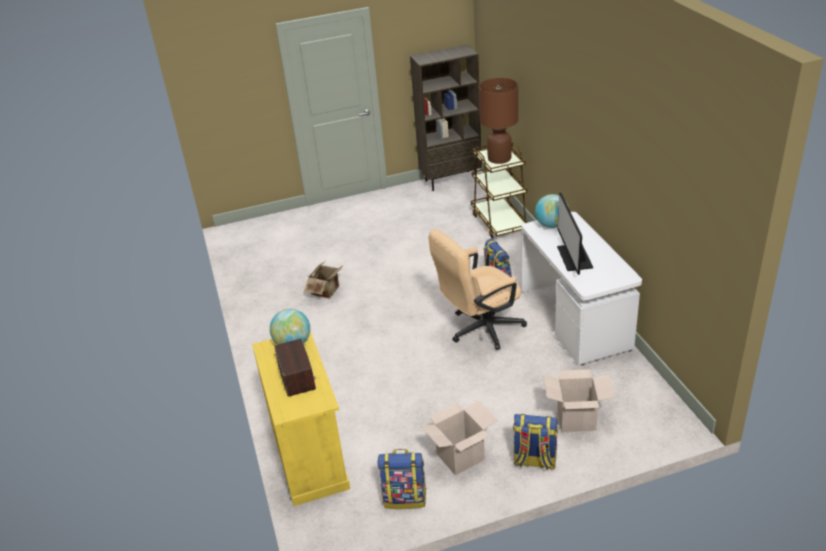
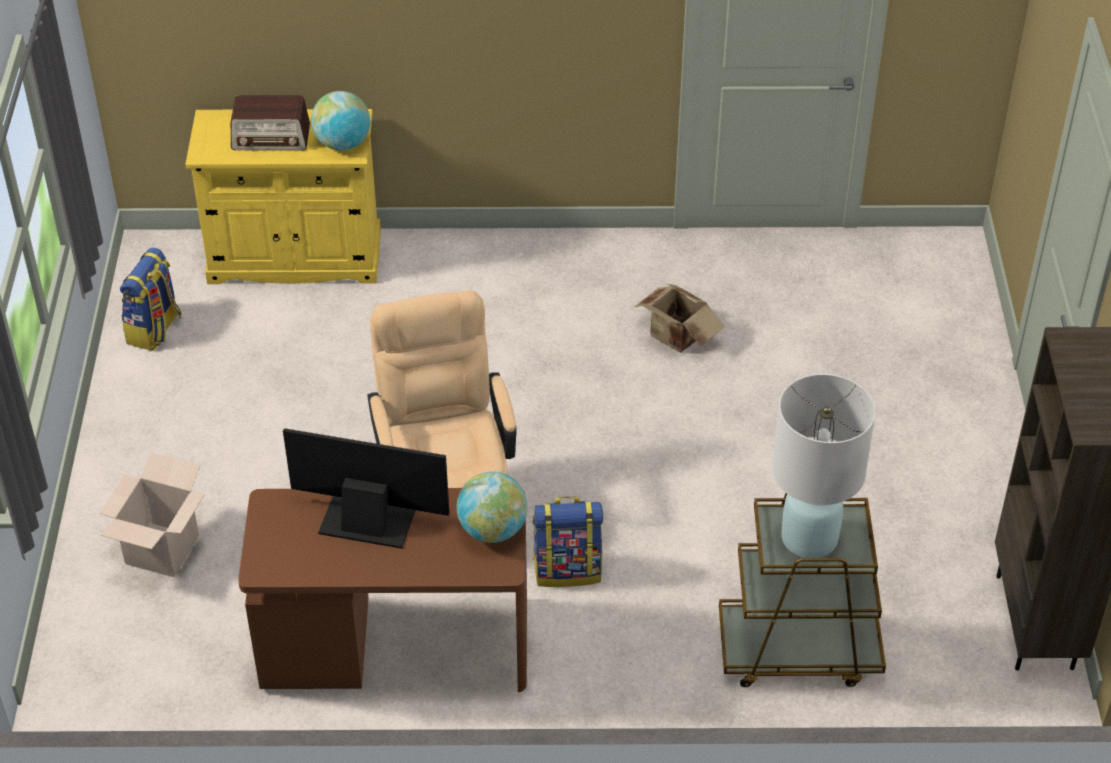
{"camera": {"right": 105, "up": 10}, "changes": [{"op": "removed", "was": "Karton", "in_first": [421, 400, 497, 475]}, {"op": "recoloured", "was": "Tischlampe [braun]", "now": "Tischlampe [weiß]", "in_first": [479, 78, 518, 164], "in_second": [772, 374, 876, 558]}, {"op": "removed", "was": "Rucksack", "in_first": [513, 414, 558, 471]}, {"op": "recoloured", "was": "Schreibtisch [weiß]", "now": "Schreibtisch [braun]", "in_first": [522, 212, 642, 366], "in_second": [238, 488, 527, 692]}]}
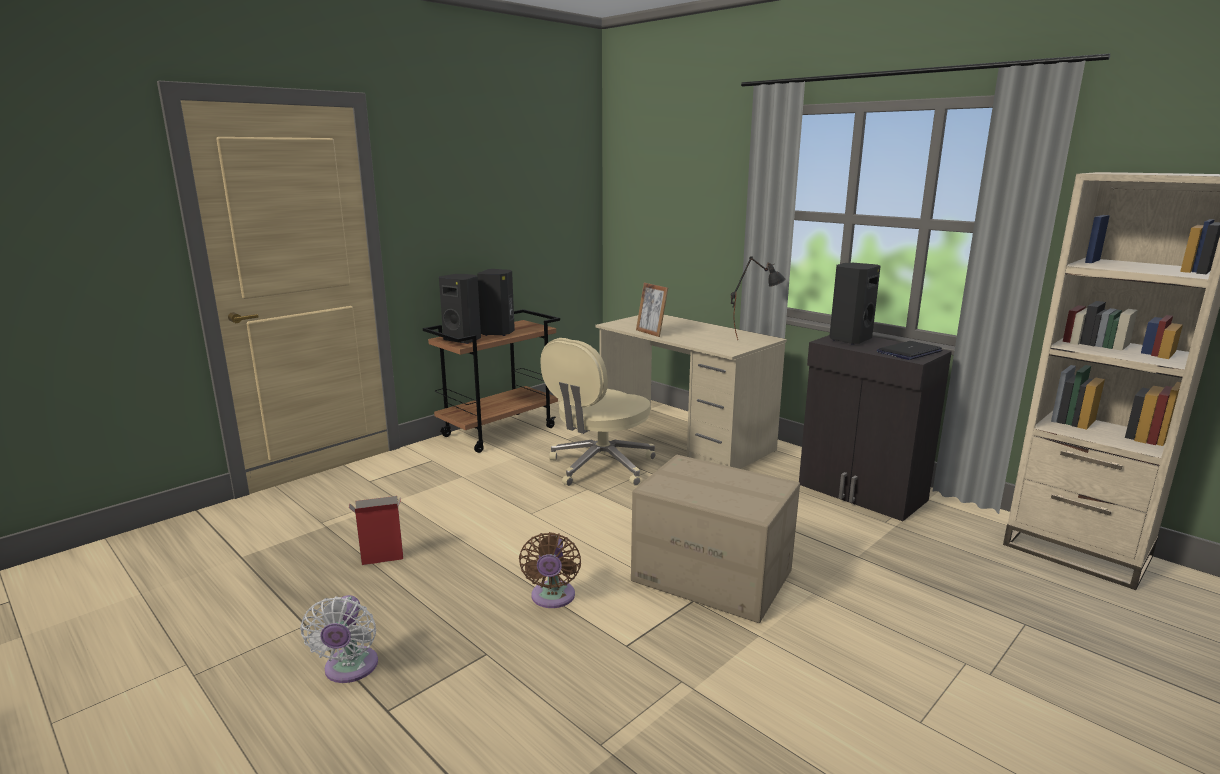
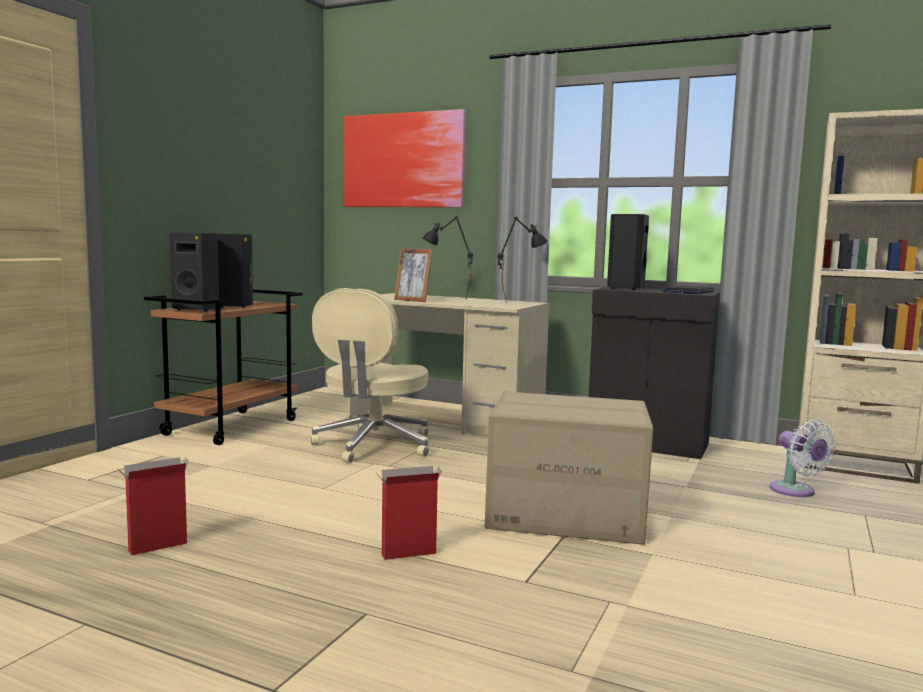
{"camera": {"right": -20, "up": -10}, "changes": [{"op": "moved", "was": "Ventilator [weiß]", "in_first": [300, 595, 378, 683], "in_second": [770, 419, 835, 497]}, {"op": "replaced", "was": "Ventilator [braun]", "now": "Karton", "in_first": [519, 532, 581, 608], "in_second": [376, 466, 442, 560]}, {"op": "added", "now": "Bild", "in_second": [343, 109, 466, 207]}, {"op": "added", "now": "Tischlampe [schwarz]", "in_second": [422, 216, 473, 300]}]}
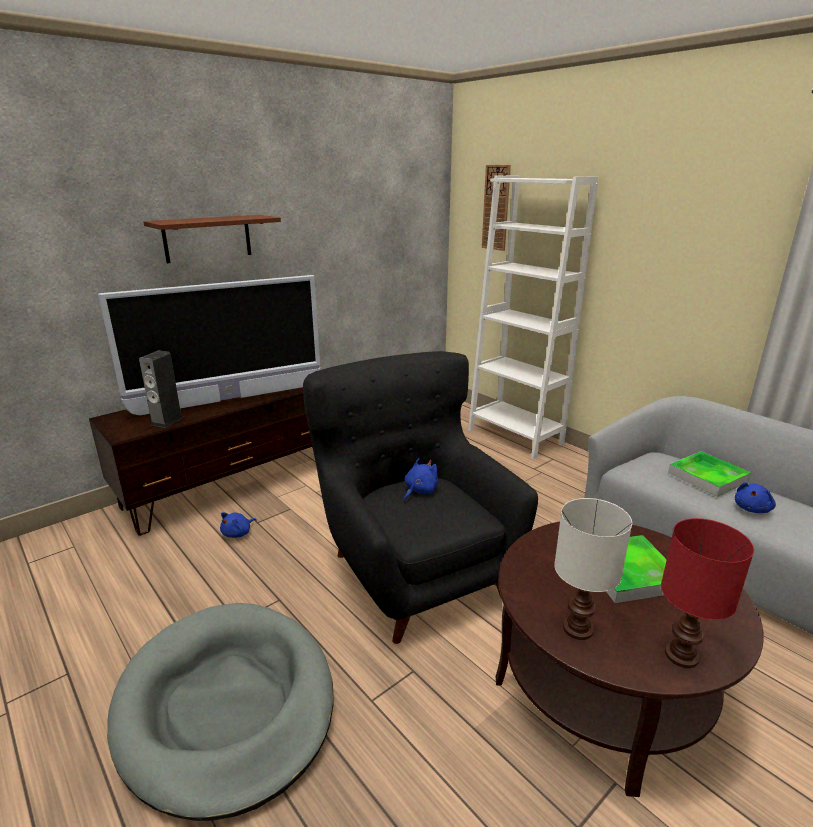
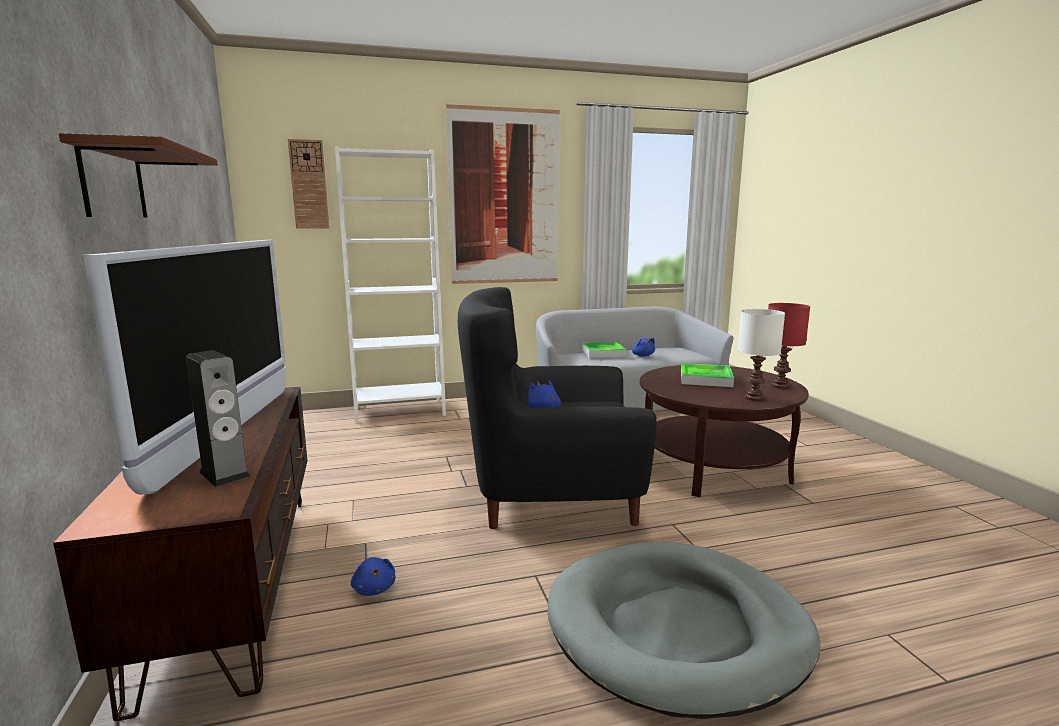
{"camera": {"right": -65, "up": -10}, "changes": [{"op": "added", "now": "Bild", "in_second": [446, 104, 560, 284]}]}
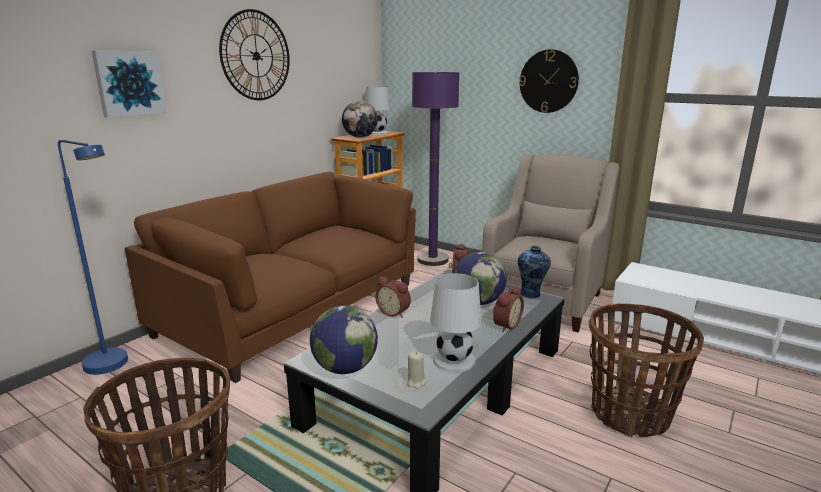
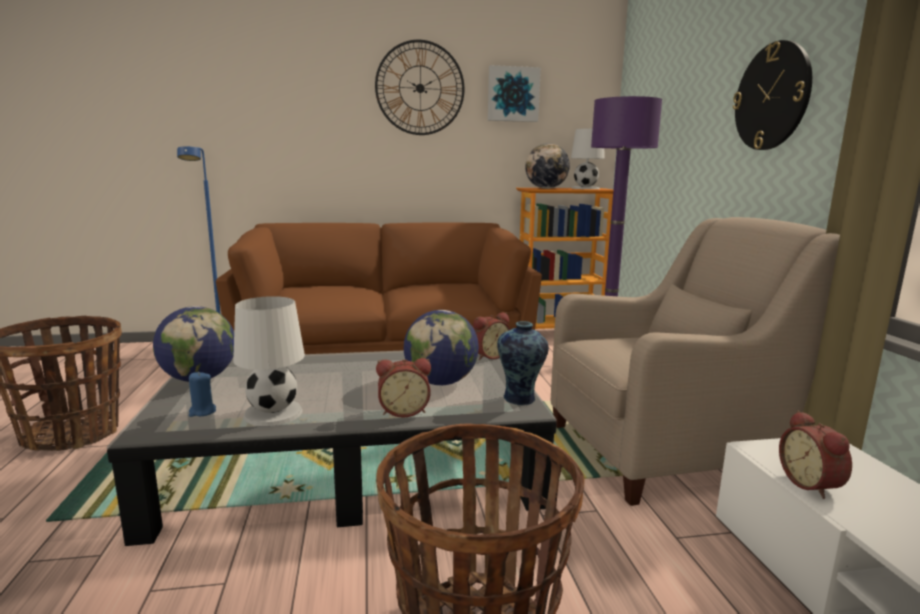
{"camera": {"right": 45, "up": -5}, "changes": [{"op": "moved", "was": "Bild", "in_first": [92, 50, 167, 118], "in_second": [488, 65, 541, 122]}, {"op": "moved", "was": "Wecker", "in_first": [375, 276, 411, 318], "in_second": [779, 411, 852, 499]}, {"op": "recoloured", "was": "Kerze [beige]", "now": "Kerze [blau]", "in_first": [406, 352, 426, 389], "in_second": [189, 372, 216, 417]}]}
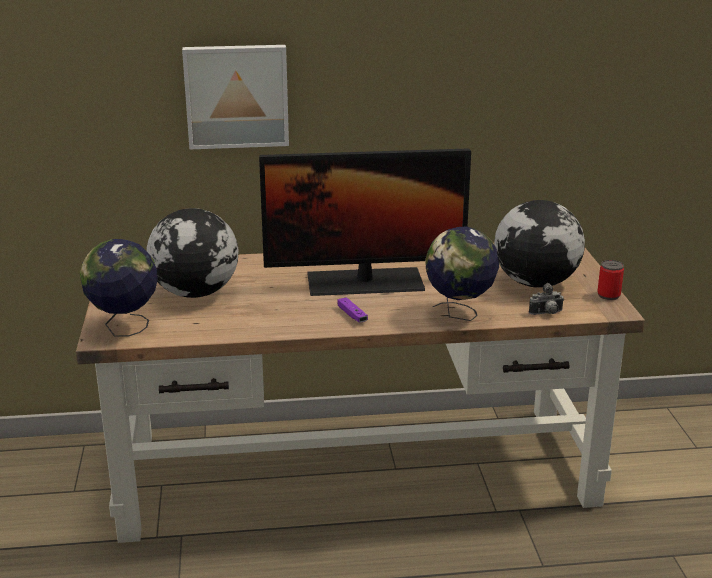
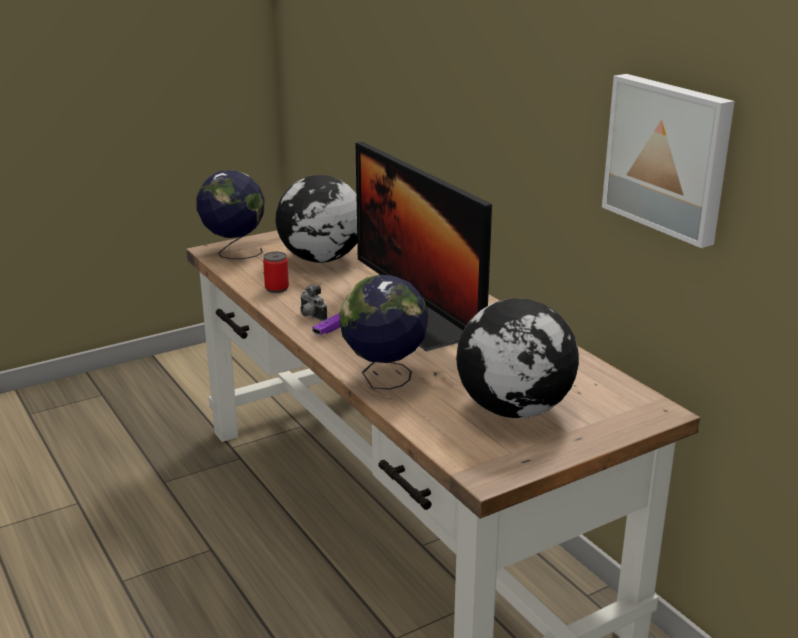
{"camera": {"right": 65, "up": 0}, "changes": [{"op": "moved", "was": "Bild", "in_first": [182, 45, 289, 150], "in_second": [602, 74, 735, 248]}, {"op": "moved", "was": "Kamera", "in_first": [529, 283, 564, 315], "in_second": [300, 284, 327, 321]}, {"op": "moved", "was": "Dose", "in_first": [597, 260, 624, 300], "in_second": [263, 252, 289, 293]}]}
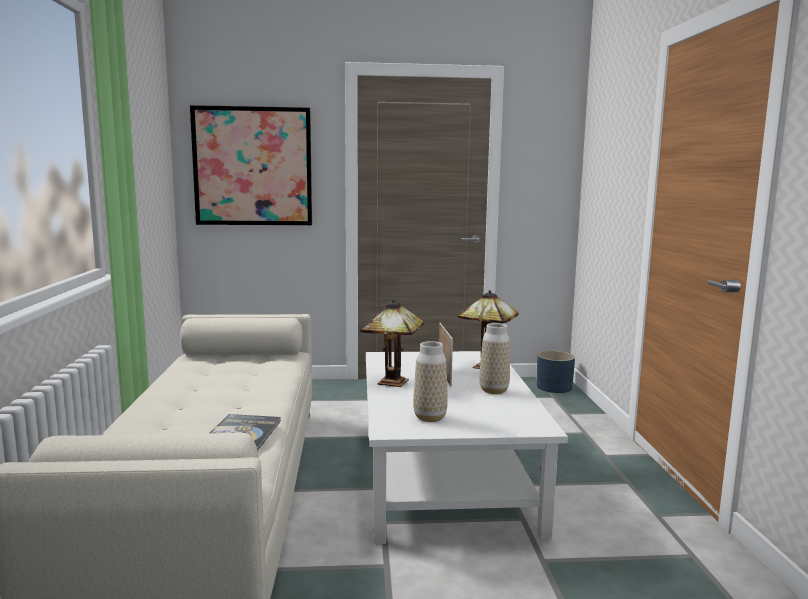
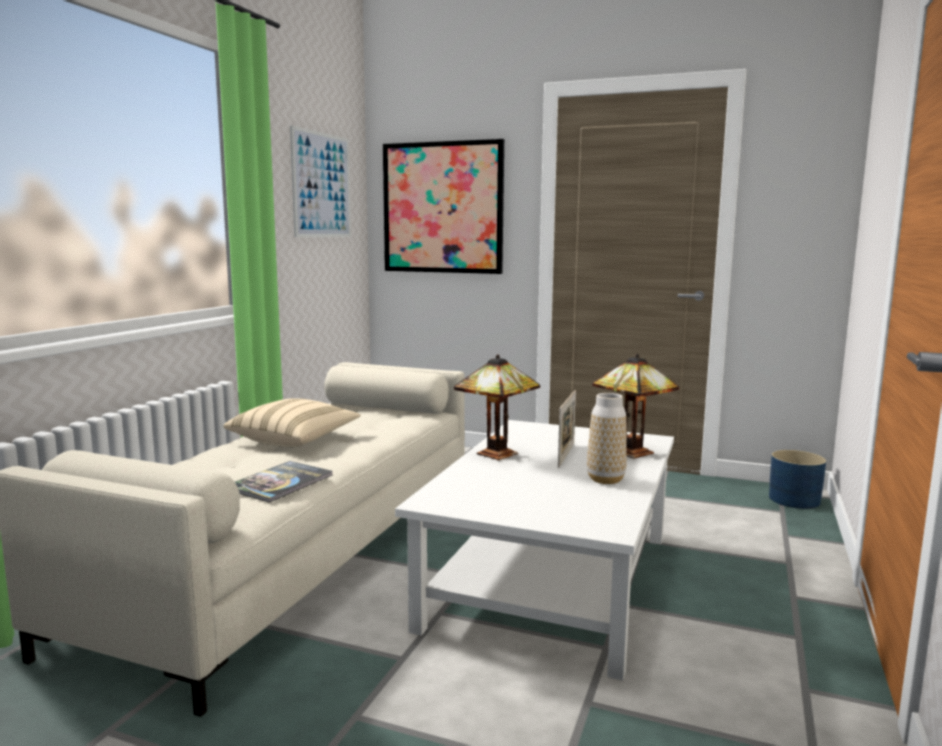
{"camera": {"right": 25, "up": 0}, "changes": [{"op": "removed", "was": "Vase", "in_first": [413, 341, 448, 422]}, {"op": "added", "now": "Kissen [beige]", "in_second": [223, 398, 361, 447]}, {"op": "added", "now": "Bild", "in_second": [290, 125, 351, 237]}]}
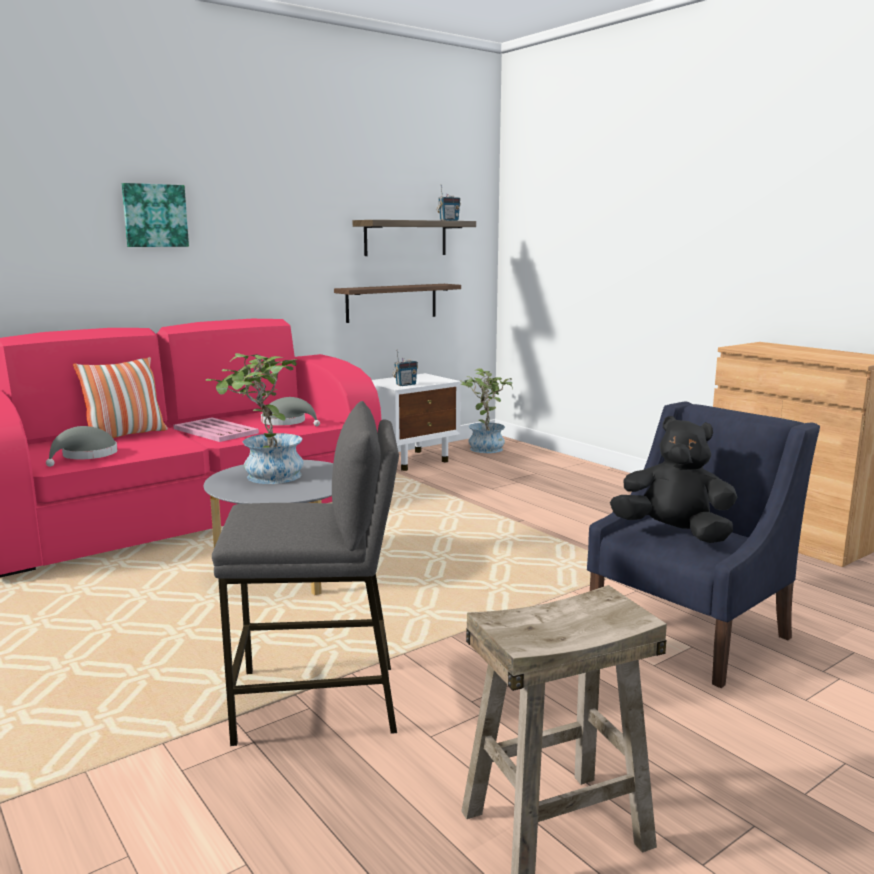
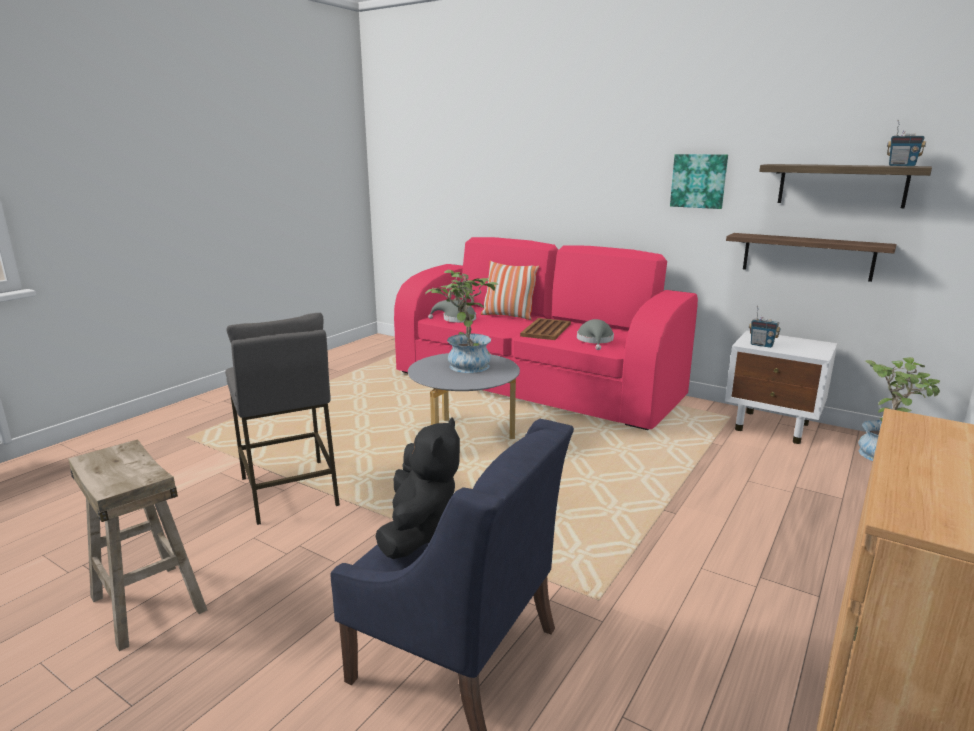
{"camera": {"right": 70, "up": 5}, "changes": [{"op": "moved", "was": "Bild", "in_first": [122, 183, 189, 247], "in_second": [670, 154, 728, 209]}, {"op": "recoloured", "was": "Tablett [rosa]", "now": "Tablett [braun]", "in_first": [173, 417, 259, 442], "in_second": [520, 318, 571, 340]}]}
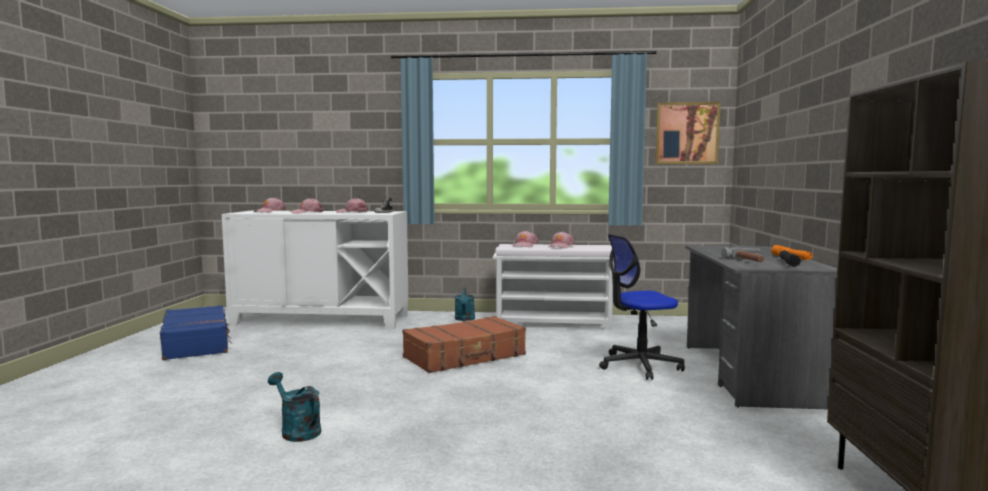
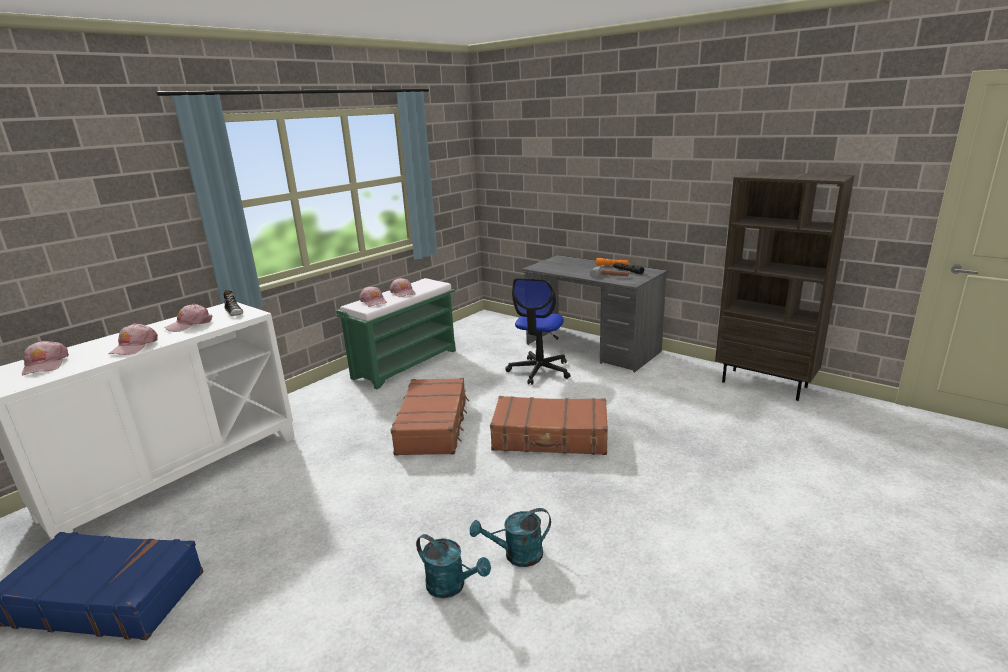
{"camera": {"right": -55, "up": 15}, "changes": [{"op": "moved", "was": "Gießkanne [türkis]", "in_first": [455, 289, 475, 321], "in_second": [416, 534, 491, 598]}, {"op": "recoloured", "was": "Bank [weiß]", "now": "Bank [grün]", "in_first": [493, 244, 614, 330], "in_second": [336, 278, 456, 390]}, {"op": "removed", "was": "Bild", "in_first": [655, 102, 721, 164]}, {"op": "added", "now": "Koffer [braun]", "in_second": [490, 396, 608, 455]}]}
